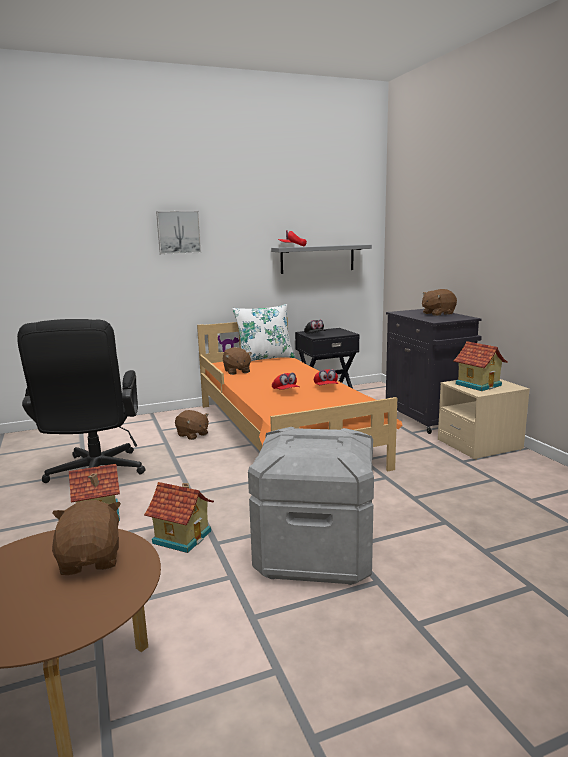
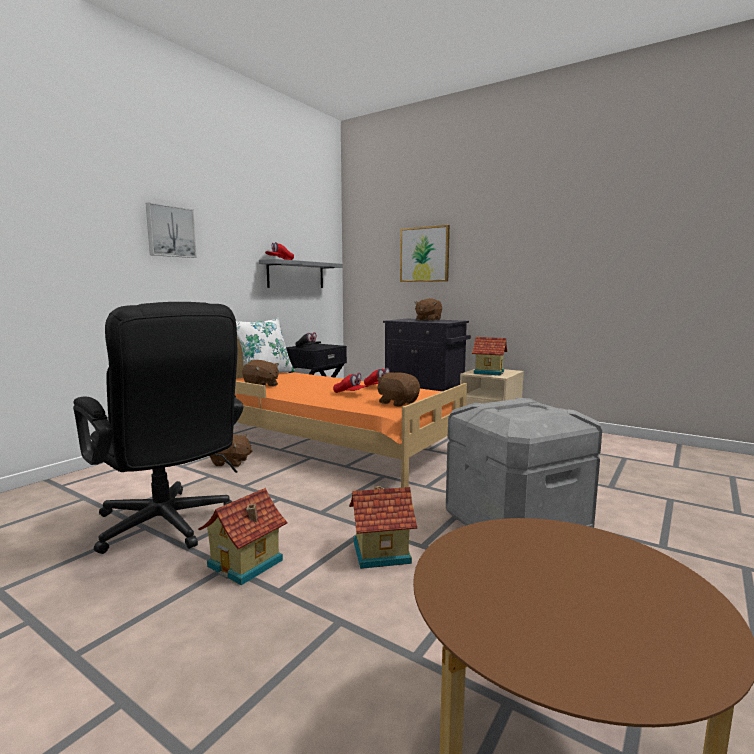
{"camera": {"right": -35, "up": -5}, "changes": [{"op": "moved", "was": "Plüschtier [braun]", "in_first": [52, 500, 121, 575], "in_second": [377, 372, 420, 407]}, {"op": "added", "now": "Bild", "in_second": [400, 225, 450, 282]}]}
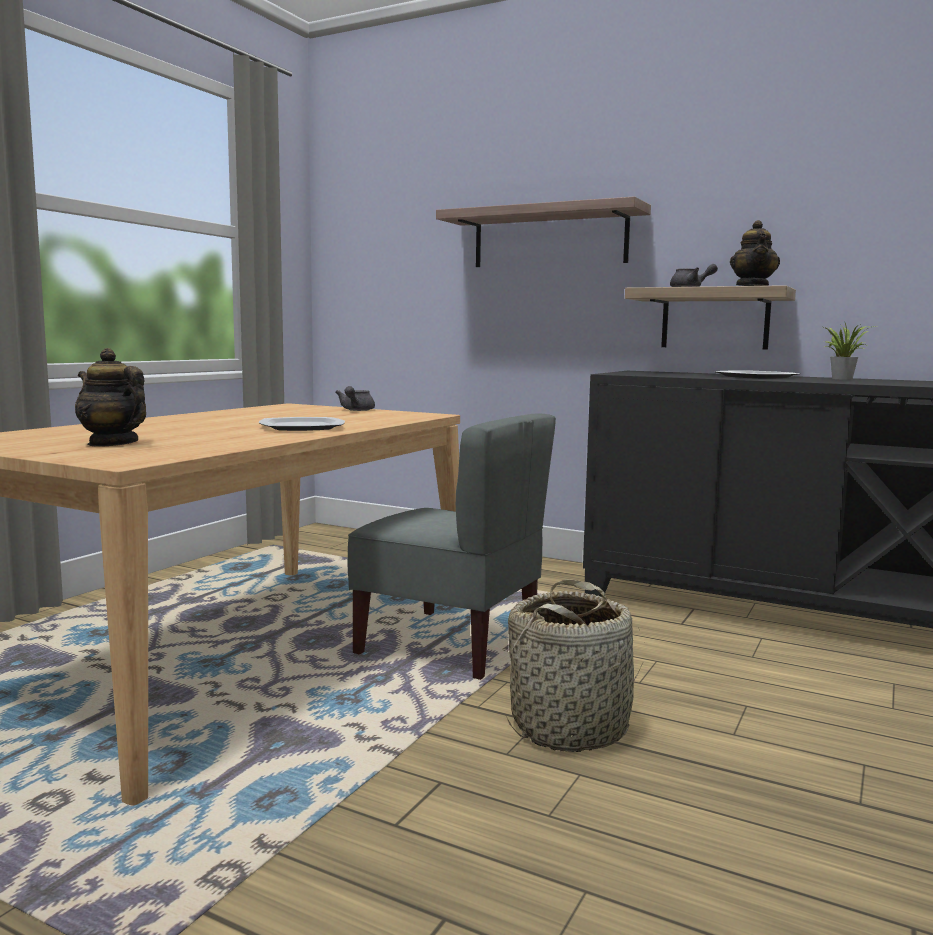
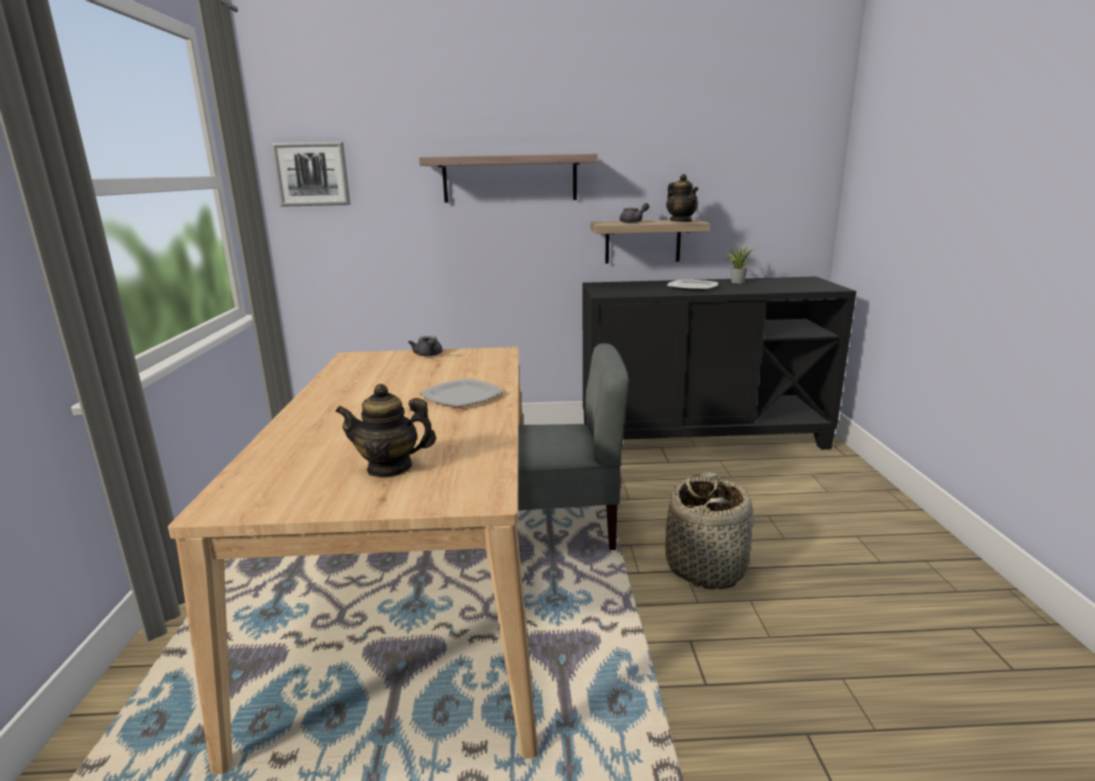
{"camera": {"right": -30, "up": 10}, "changes": [{"op": "added", "now": "Bild", "in_second": [271, 142, 351, 207]}]}
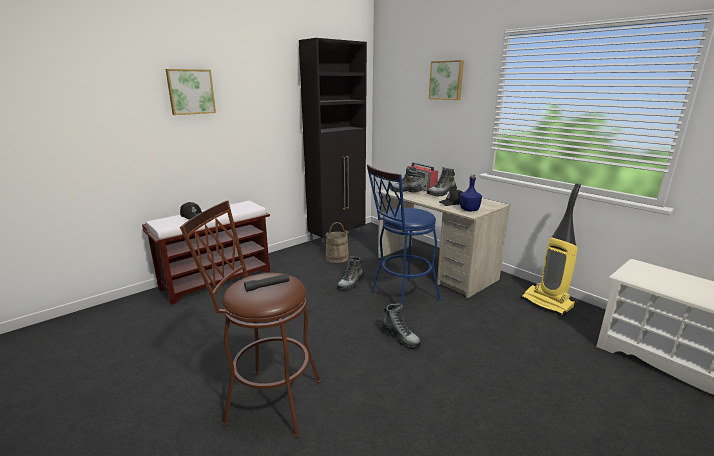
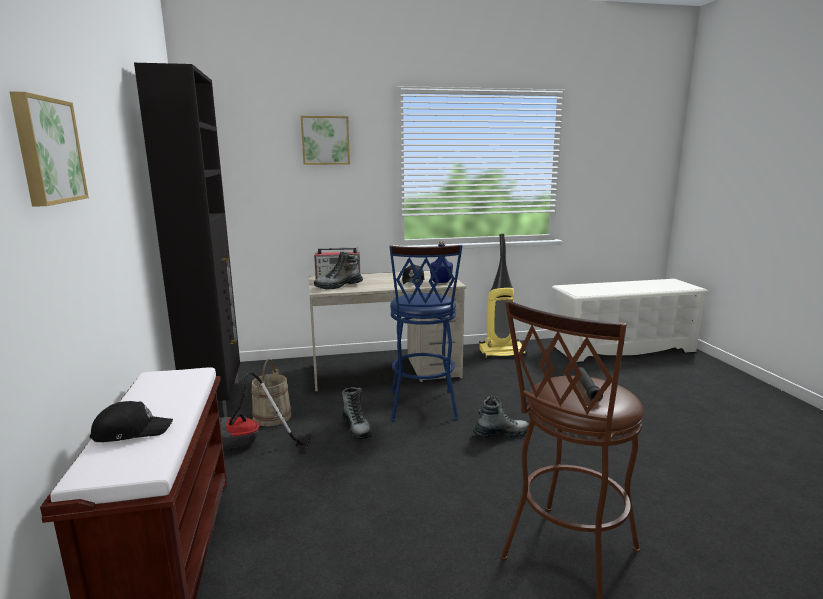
{"camera": {"right": -60, "up": -5}, "changes": [{"op": "removed", "was": "Stiefel", "in_first": [427, 167, 457, 197]}, {"op": "added", "now": "Staubsauger", "in_second": [220, 371, 311, 454]}]}
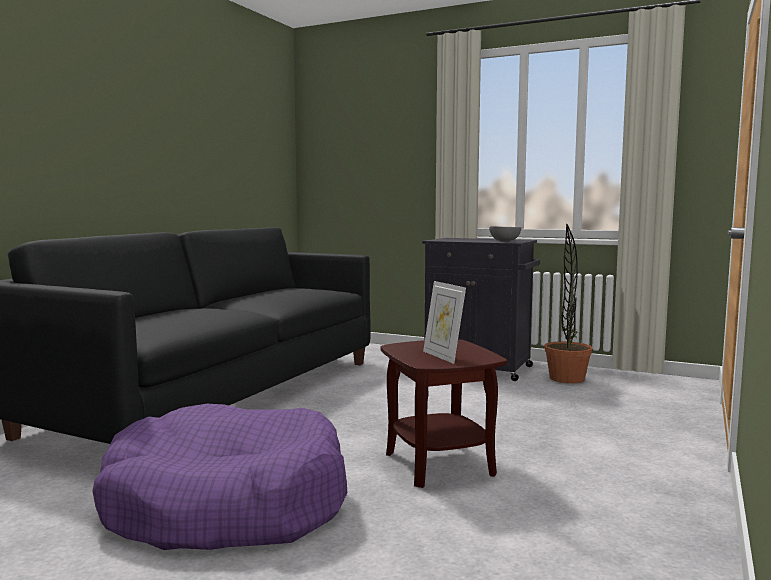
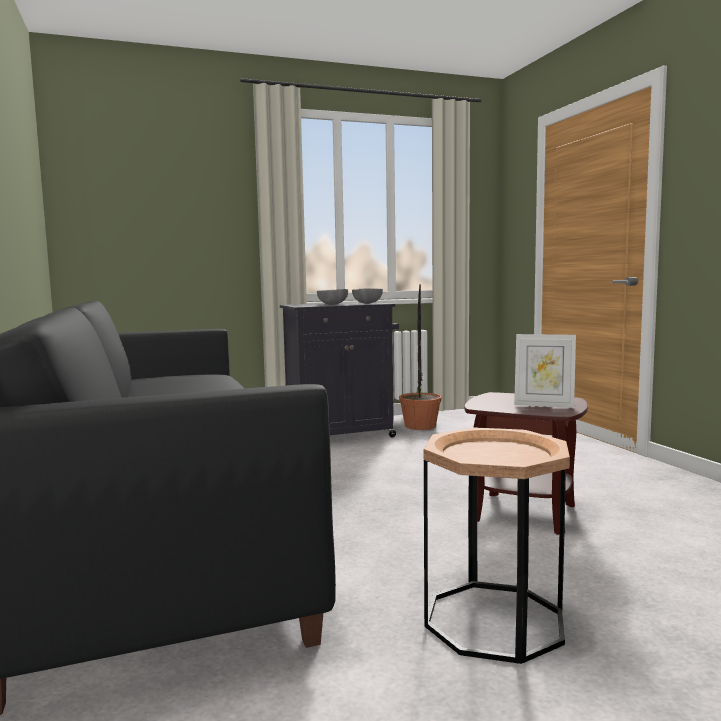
{"camera": {"right": -45, "up": 0}, "changes": [{"op": "replaced", "was": "Hundebett [lila]", "now": "Beistelltisch [braun]", "in_first": [92, 404, 347, 550], "in_second": [424, 427, 570, 664]}, {"op": "added", "now": "Schüssel [grau]", "in_second": [317, 289, 348, 305]}]}
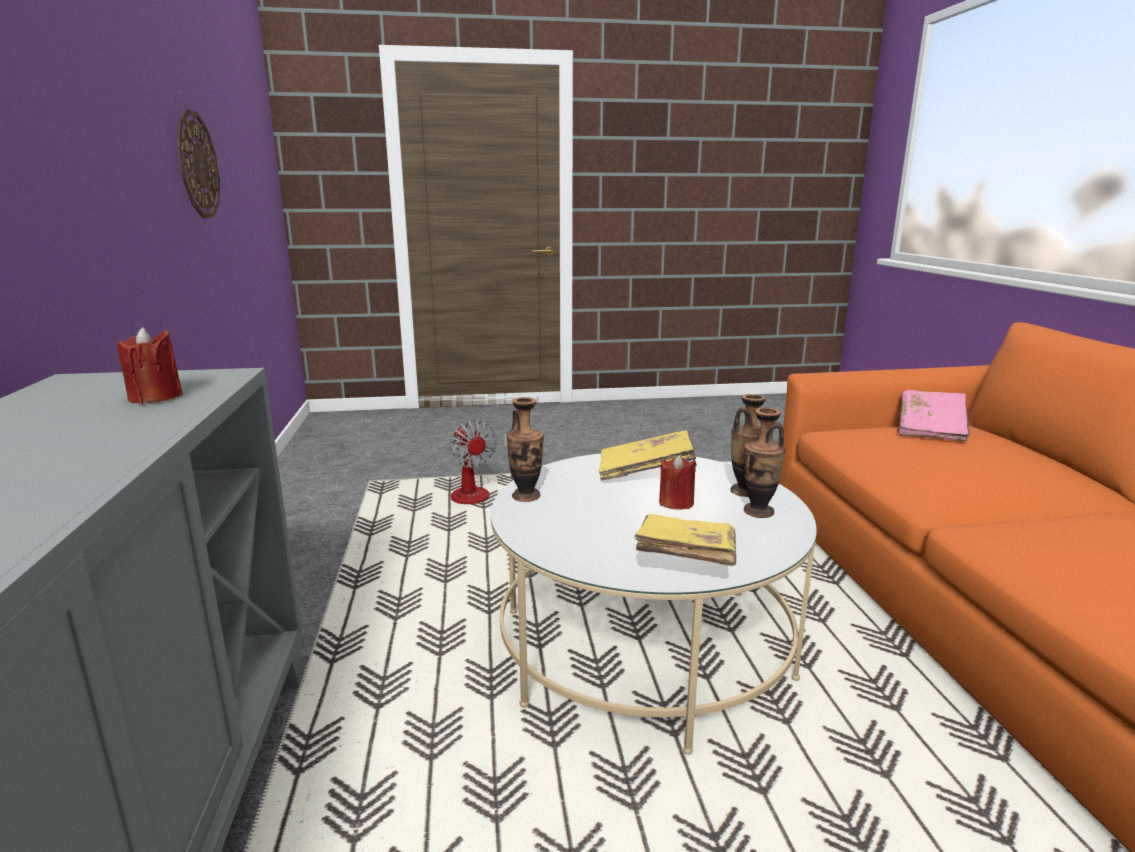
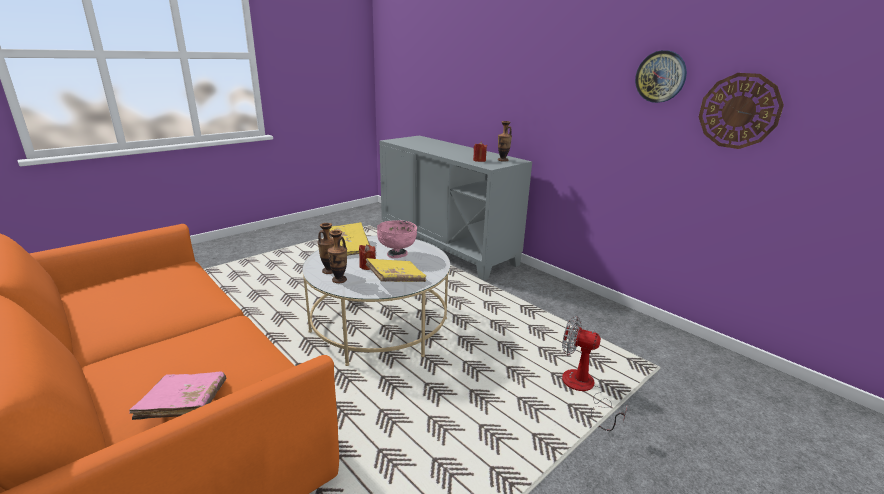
{"camera": {"right": 145, "up": 5}, "changes": [{"op": "moved", "was": "Vase", "in_first": [506, 397, 544, 502], "in_second": [498, 121, 512, 161]}, {"op": "added", "now": "Schüssel [rosa]", "in_second": [377, 220, 417, 258]}, {"op": "added", "now": "Wanduhr", "in_second": [635, 50, 687, 103]}]}
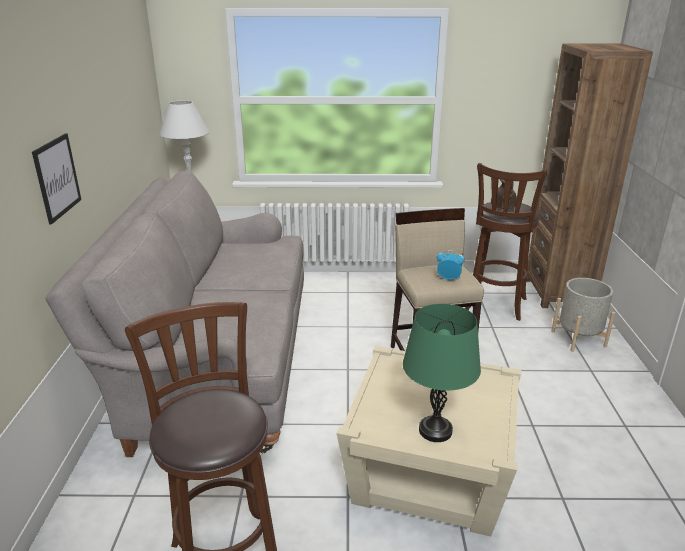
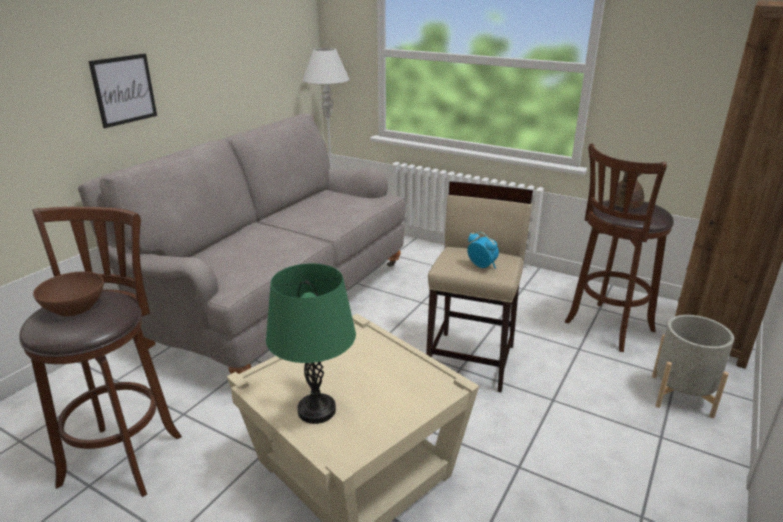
{"camera": {"right": 30, "up": 0}, "changes": [{"op": "added", "now": "Schüssel [braun]", "in_second": [33, 271, 104, 316]}]}
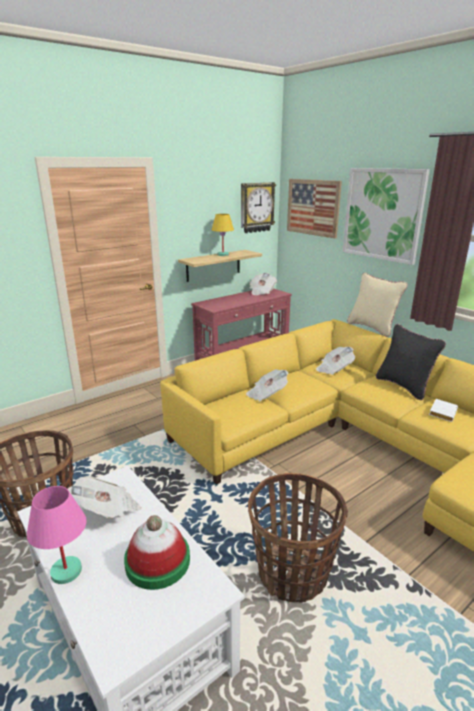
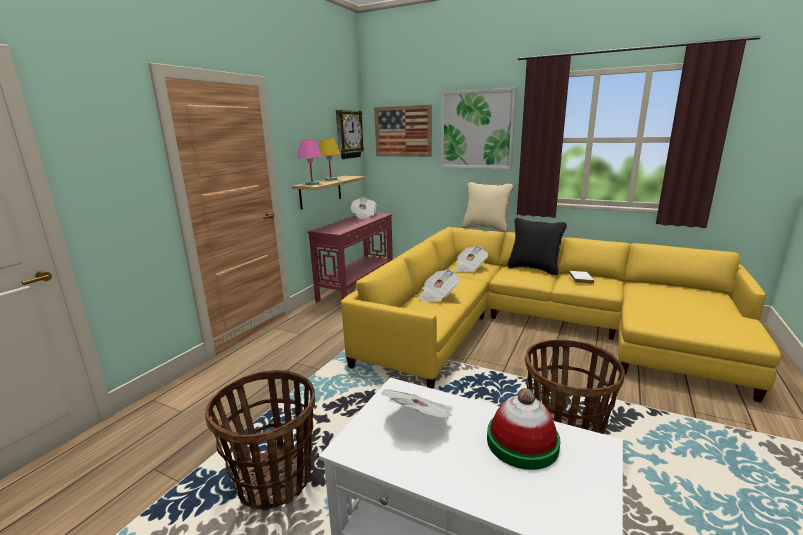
{"camera": {"right": -25, "up": -5}, "changes": [{"op": "moved", "was": "Tischlampe [rosa]", "in_first": [27, 486, 87, 584], "in_second": [297, 140, 322, 185]}]}
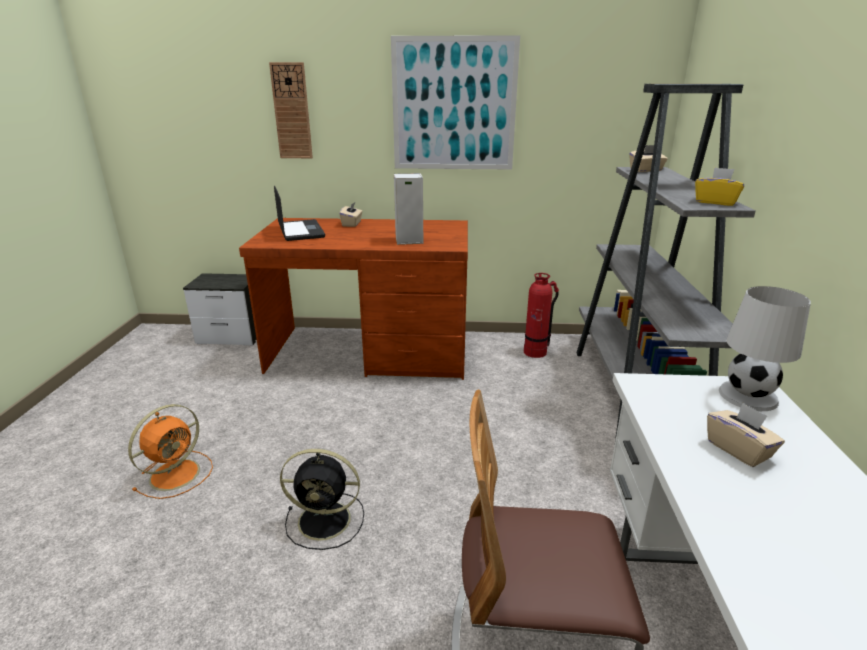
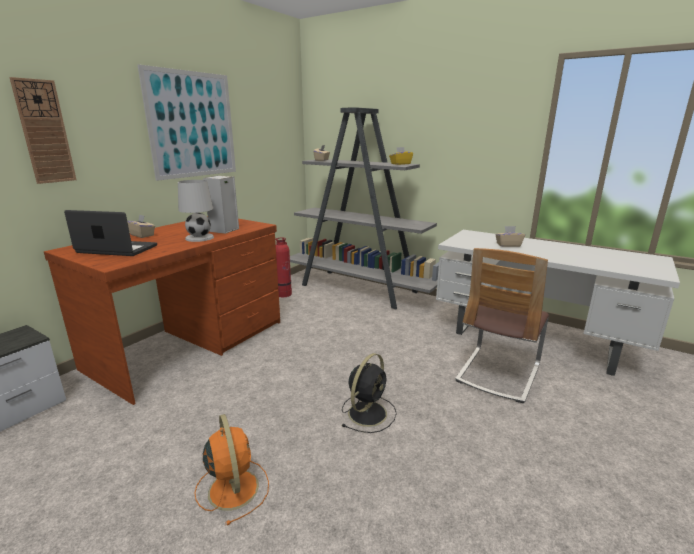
{"camera": {"right": -60, "up": -5}, "changes": [{"op": "moved", "was": "Tischlampe [weiß]", "in_first": [719, 286, 811, 411], "in_second": [178, 180, 214, 242]}]}
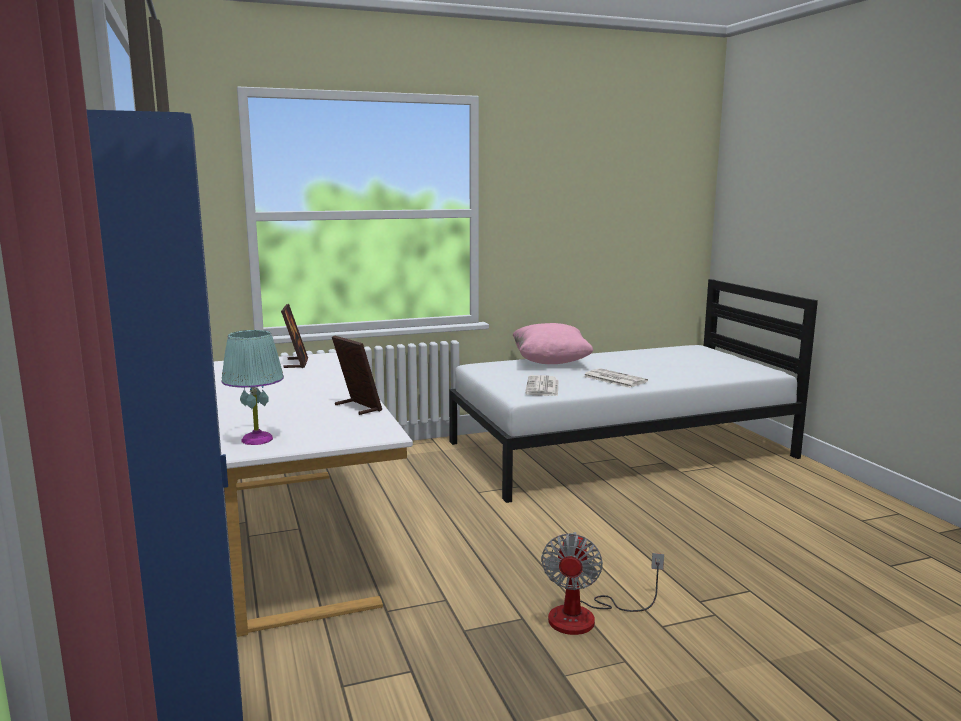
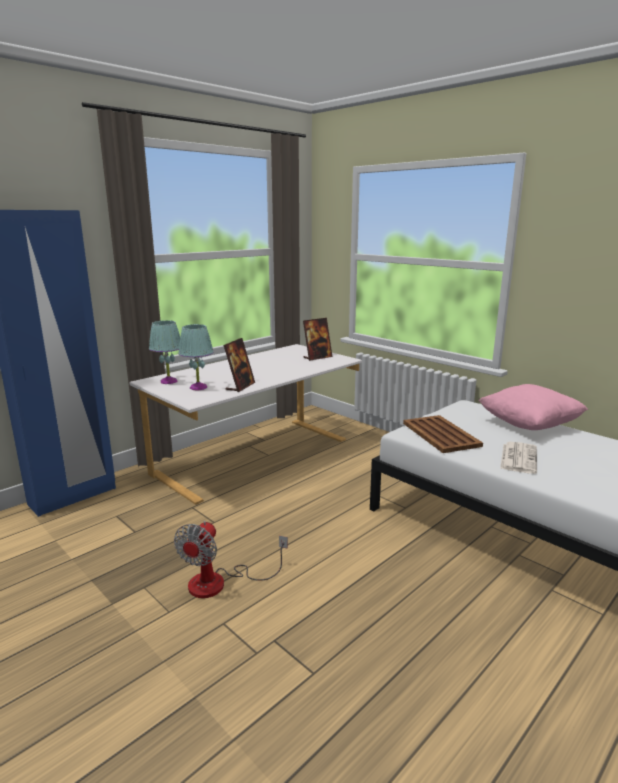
{"camera": {"right": 65, "up": 5}, "changes": [{"op": "replaced", "was": "Zeitung", "now": "Tablett [braun]", "in_first": [525, 375, 559, 396], "in_second": [403, 415, 483, 453]}, {"op": "turned", "was": "Ventilator", "in_first": [541, 532, 664, 635], "in_second": [174, 521, 288, 598], "clockwise": -60}, {"op": "added", "now": "Tischlampe [türkis]", "in_second": [179, 324, 214, 390]}]}
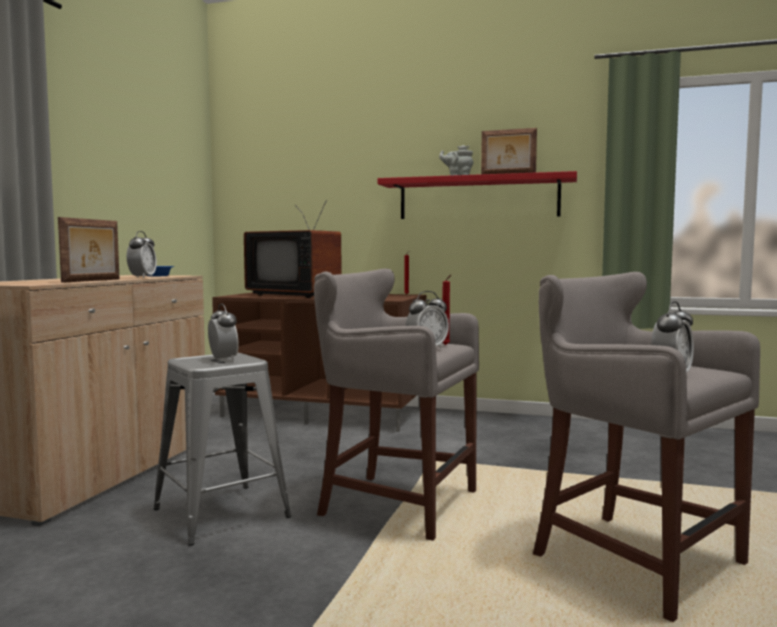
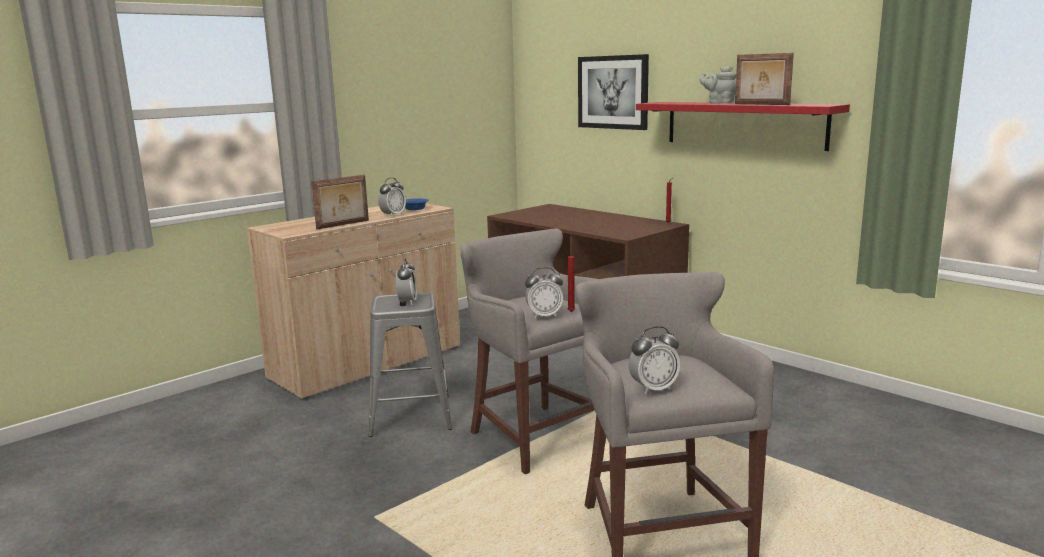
{"camera": {"right": 30, "up": 10}, "changes": [{"op": "removed", "was": "Fernseher", "in_first": [244, 200, 342, 298]}, {"op": "added", "now": "Bild", "in_second": [578, 54, 649, 130]}]}
